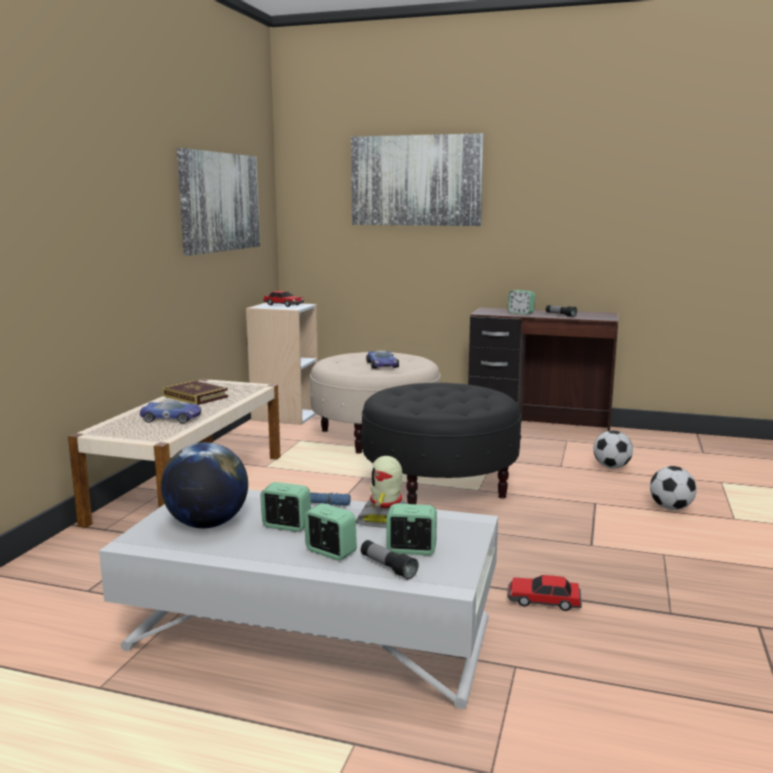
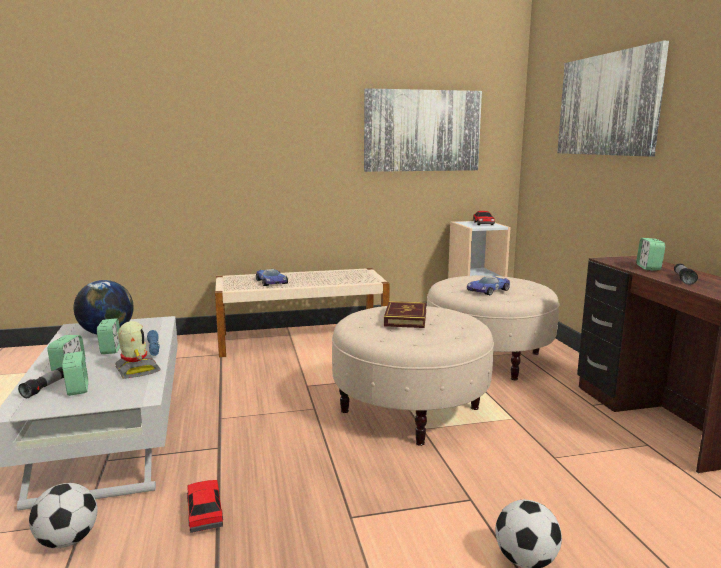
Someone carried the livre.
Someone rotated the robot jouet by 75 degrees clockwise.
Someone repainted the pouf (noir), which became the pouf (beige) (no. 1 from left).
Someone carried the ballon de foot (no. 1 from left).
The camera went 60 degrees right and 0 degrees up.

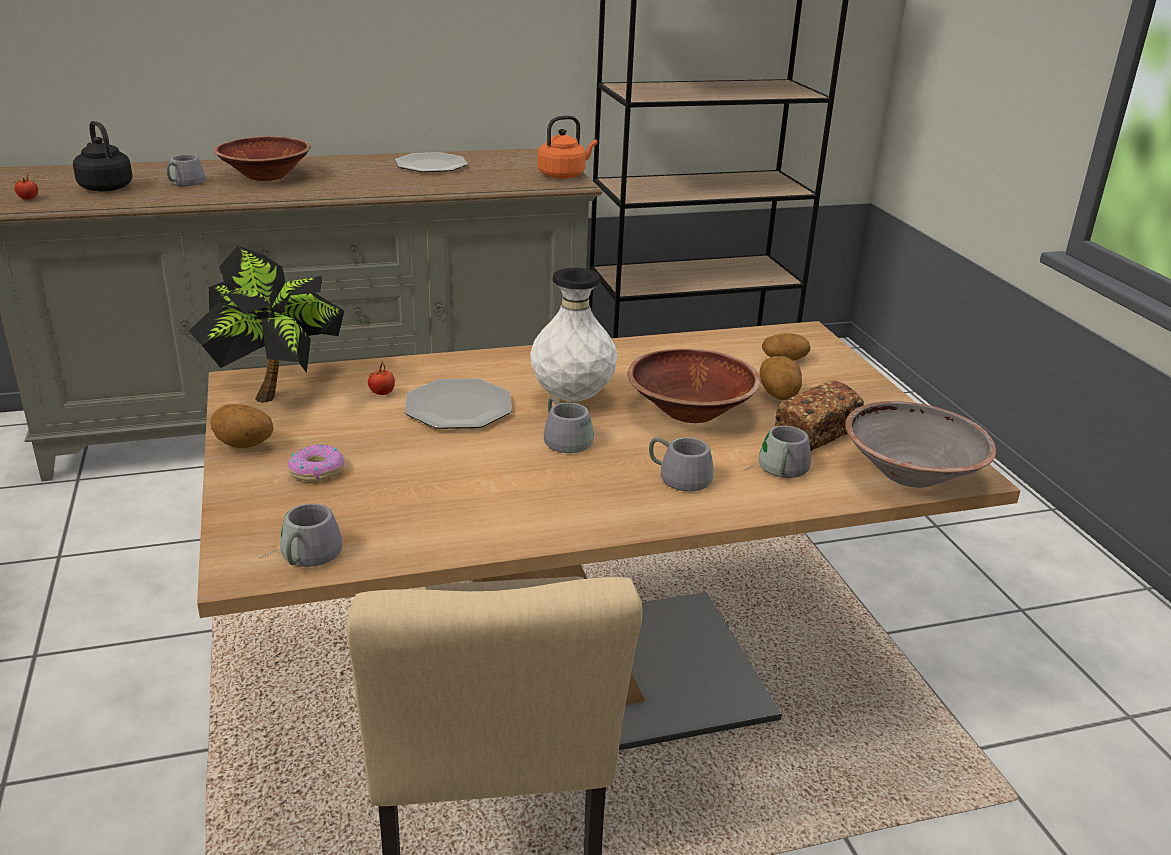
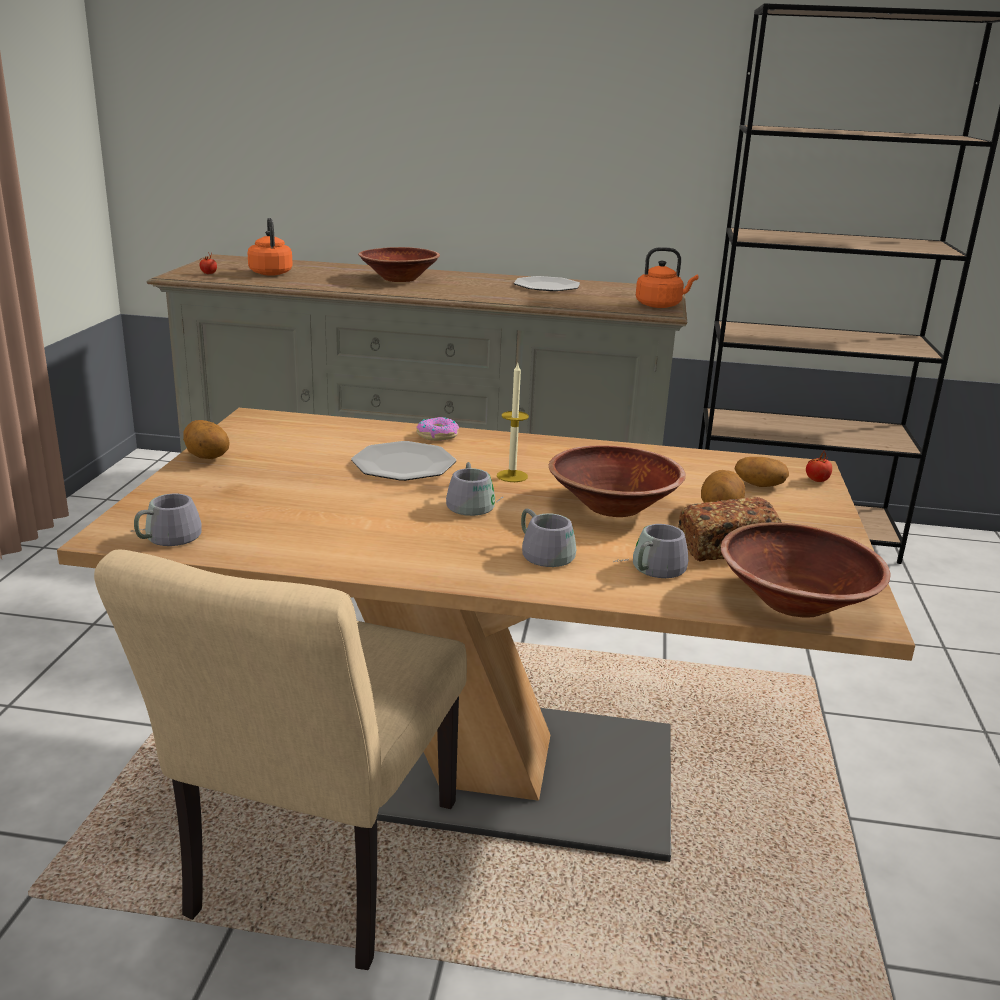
Someone repainted the bouilloire (noir), which became the bouilloire (orange) (no. 1 from left).
Someone took away the mug (gris) (no. 1 from left).
Someone took away the plante en pot.
Someone carried the beignet.
Someone carried the tomate (no. 2 from left).
Someone swapped the vase (blanc) for the bougie.
Someone repainted the bol (gris), which became the bol (marron) (no. 3 from left).
The camera went 25 degrees right and 5 degrees down.

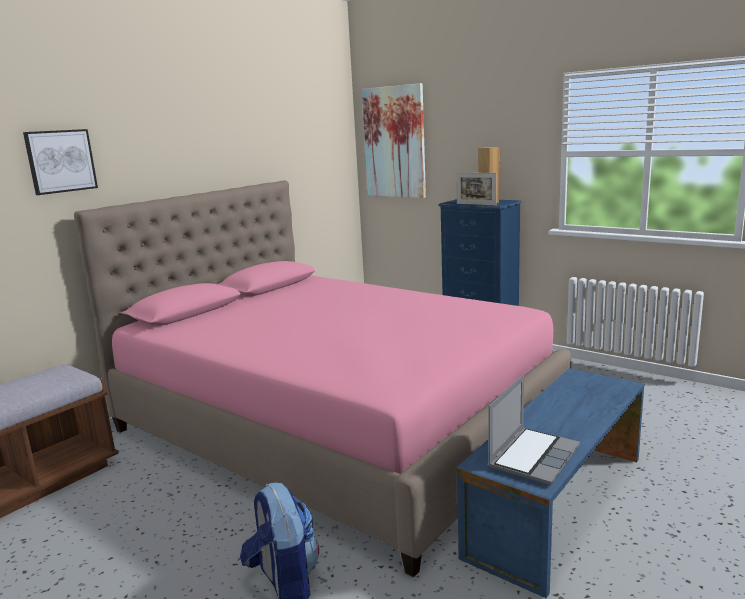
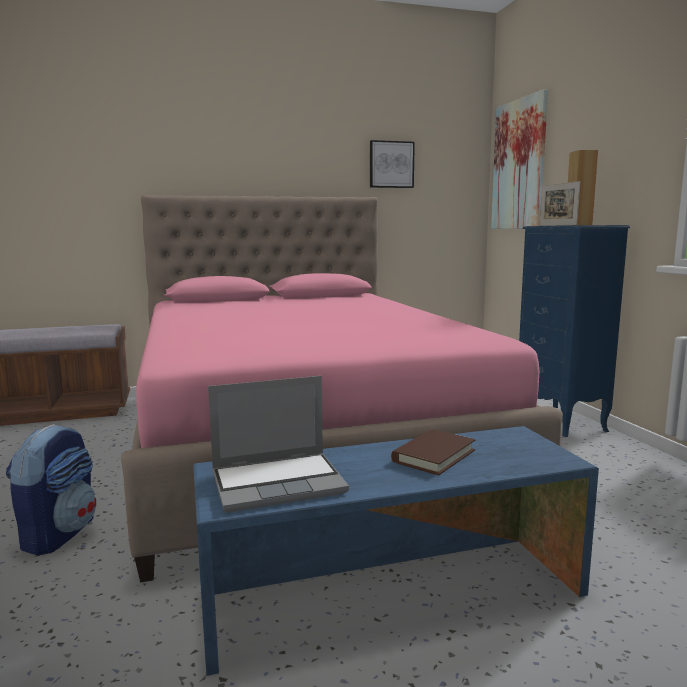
Someone carried the tableau (no. 1 from left).
Someone put down the livre (marron).
The camera went 35 degrees right and 5 degrees down.

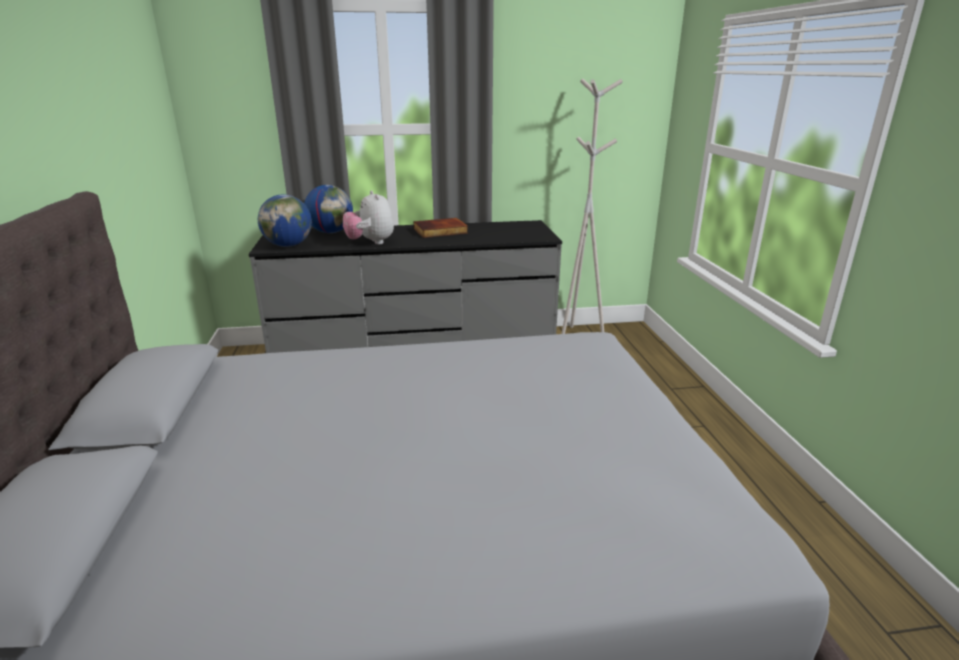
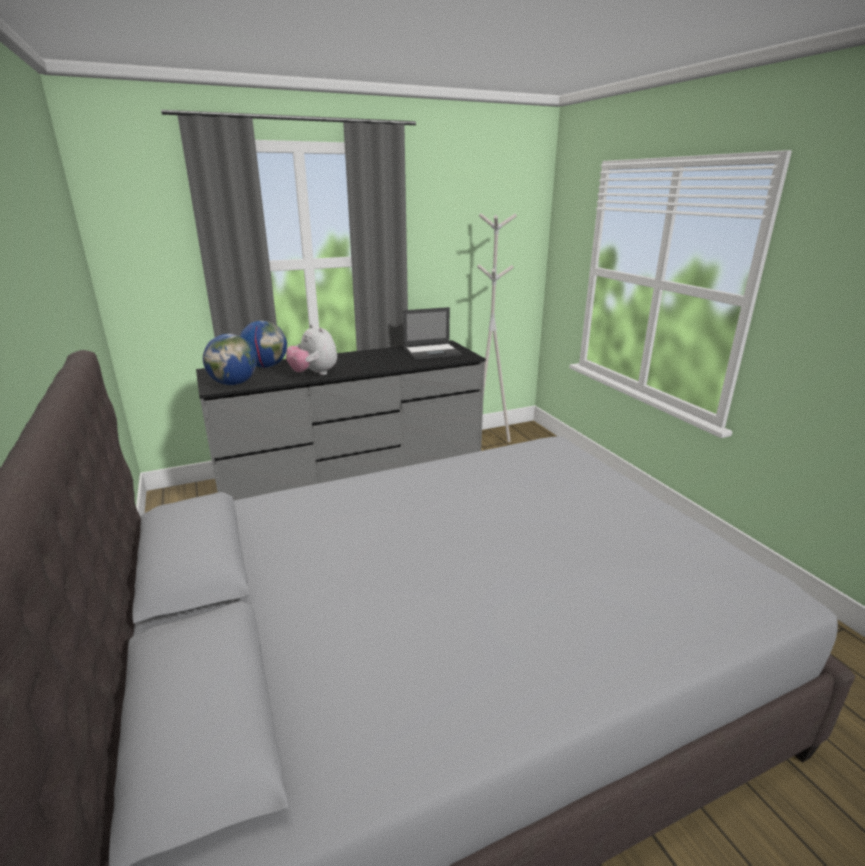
Someone took away the livre.
Someone put down the ordinateur portable.
The camera went 15 degrees left and 0 degrees up.

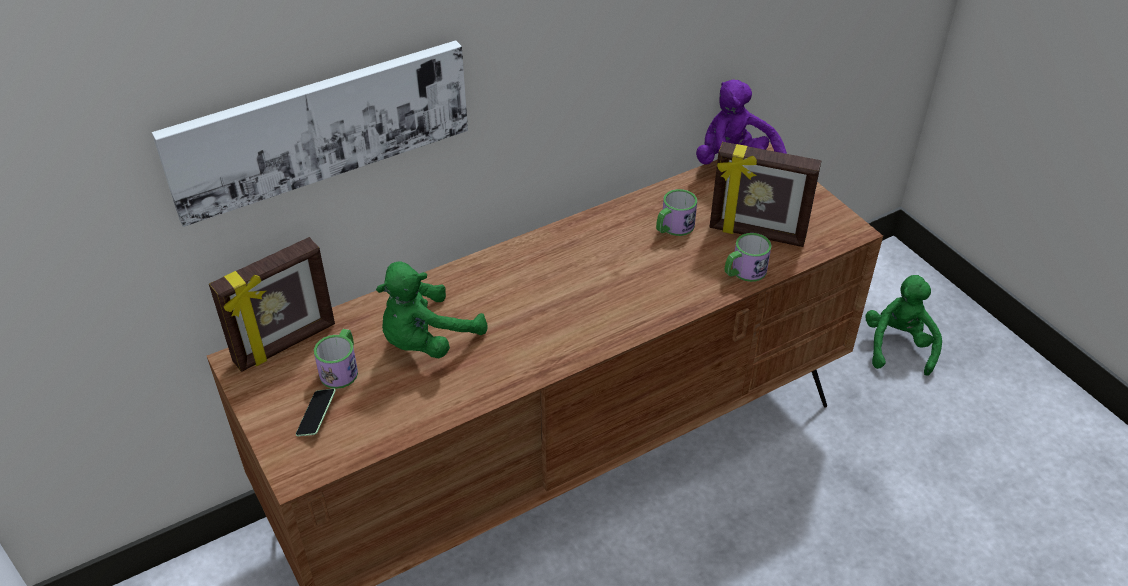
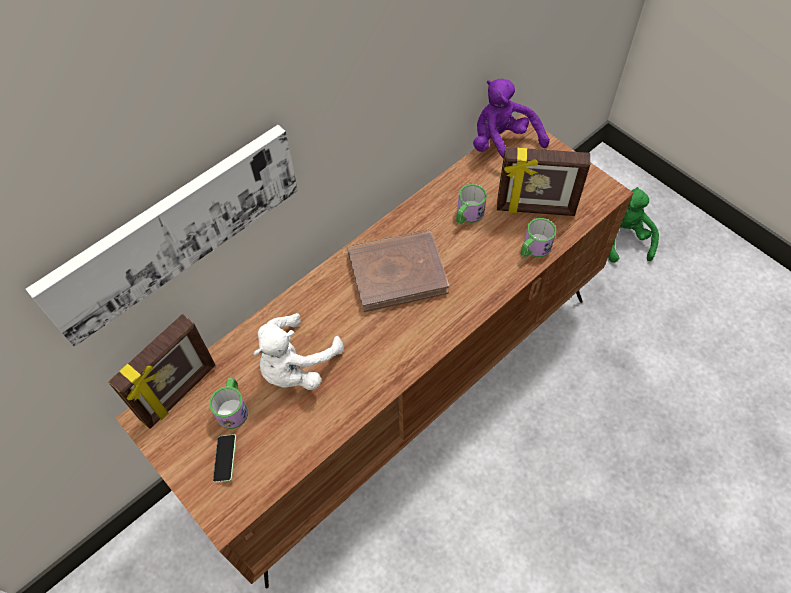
Someone repainted the peluche (vert) (no. 1 from left), which became the peluche (blanc).
Someone put down the livre (marron).
The camera went 10 degrees left and 15 degrees up.

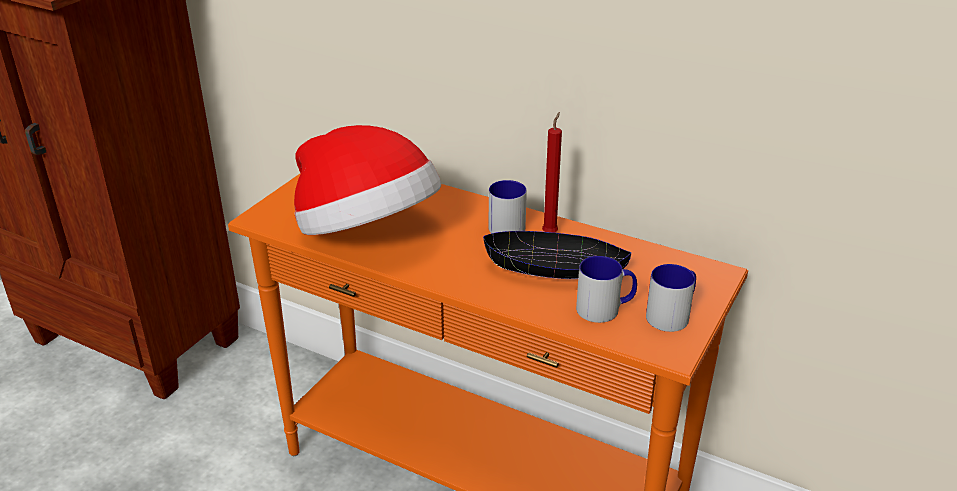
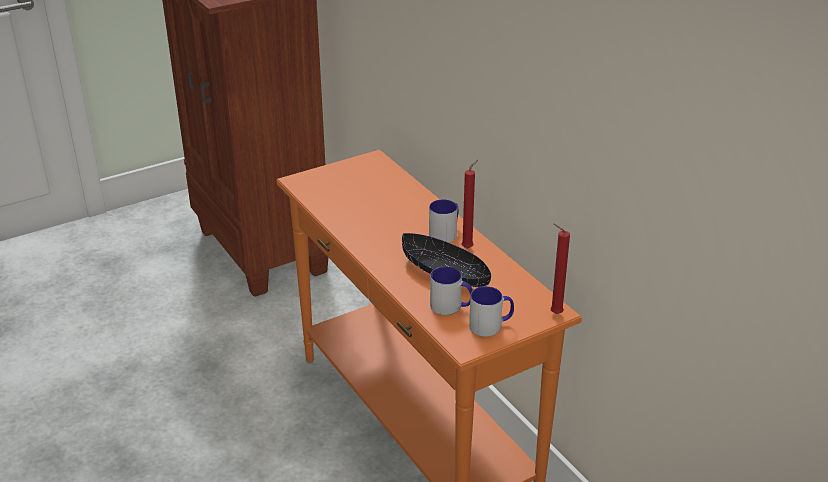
Someone took away the chapeau.
Someone put down the bougie (rouge) (no. 2 from left).
The camera went 30 degrees right and 0 degrees up.

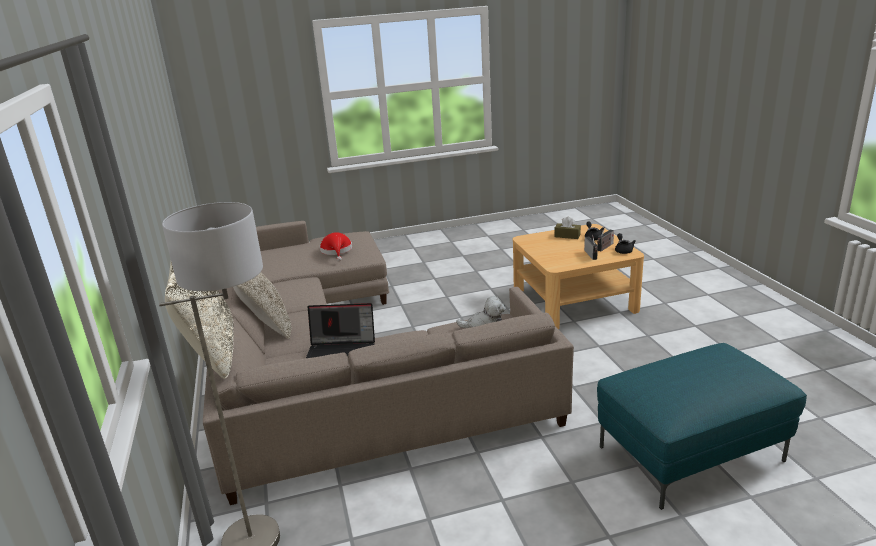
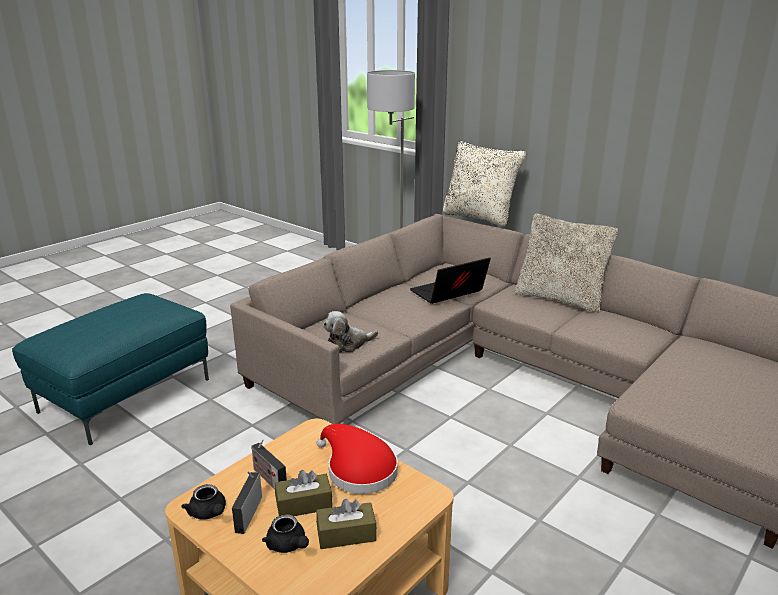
Someone carried the chapeau (rouge).
Someone put down the boîte à mouchoirs (marron) (no. 1 from left).
The camera went 145 degrees right and 0 degrees up.

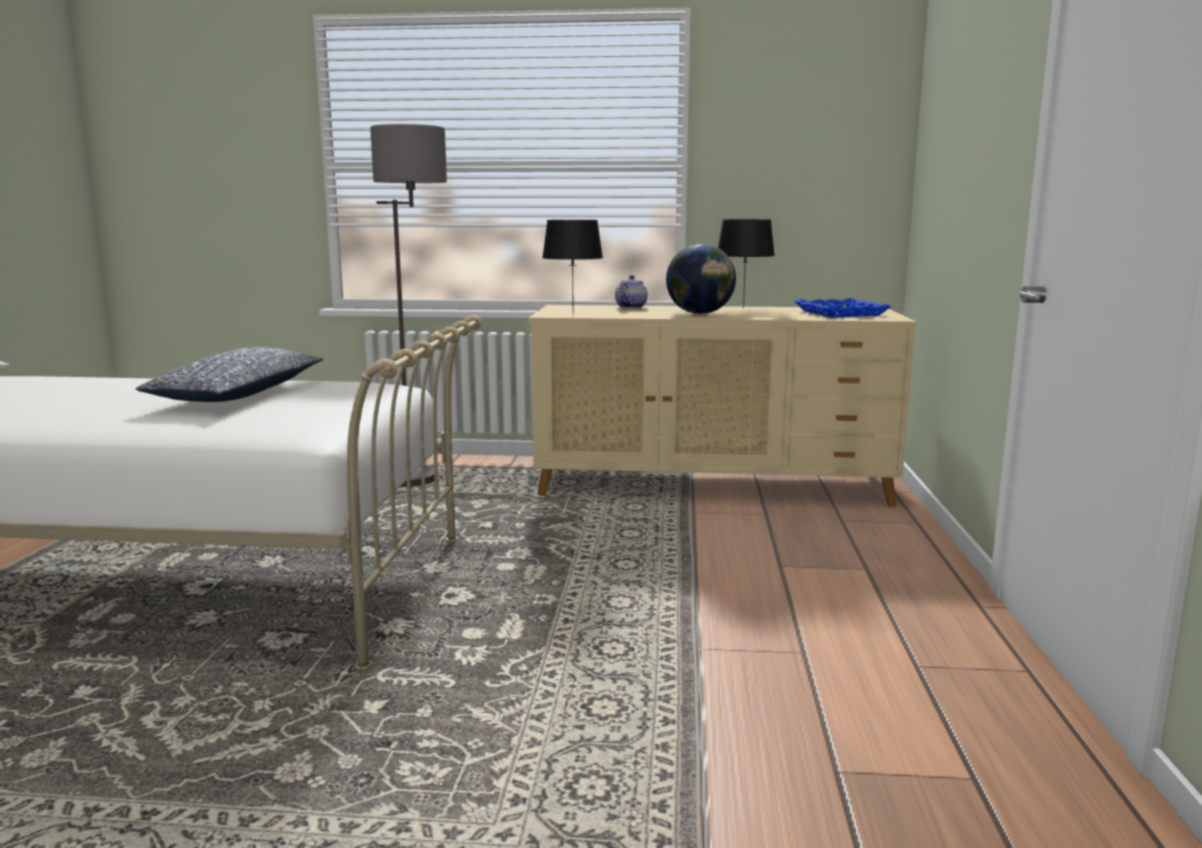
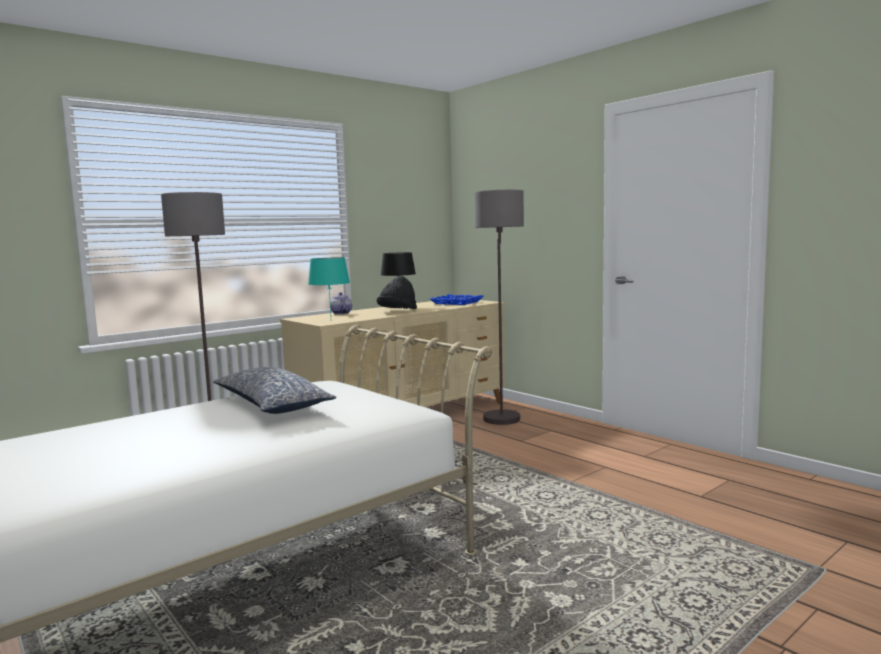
Someone repainted the lampe de table (noir) (no. 1 from left), which became the lampe de table (turquoise).
Someone swapped the globe for the chapeau (noir).
Someone put down the lampadaire (gris) (no. 2 from left).
The camera went 45 degrees left and 5 degrees down.

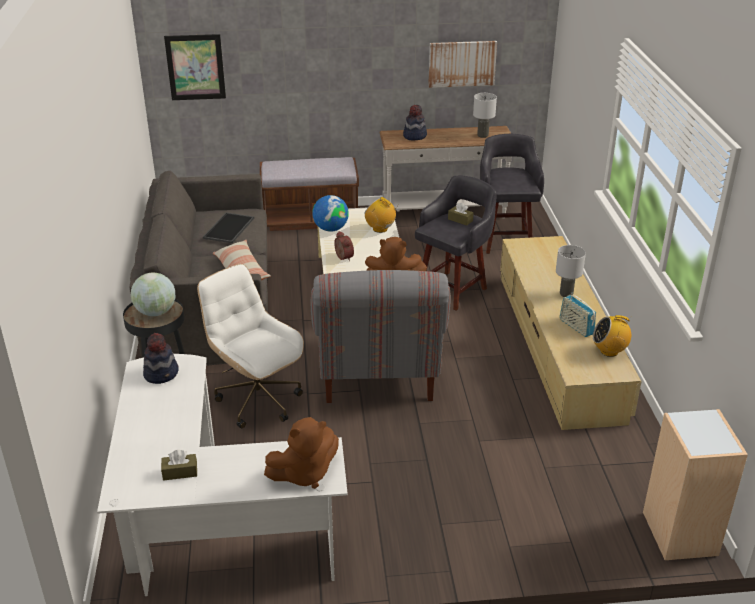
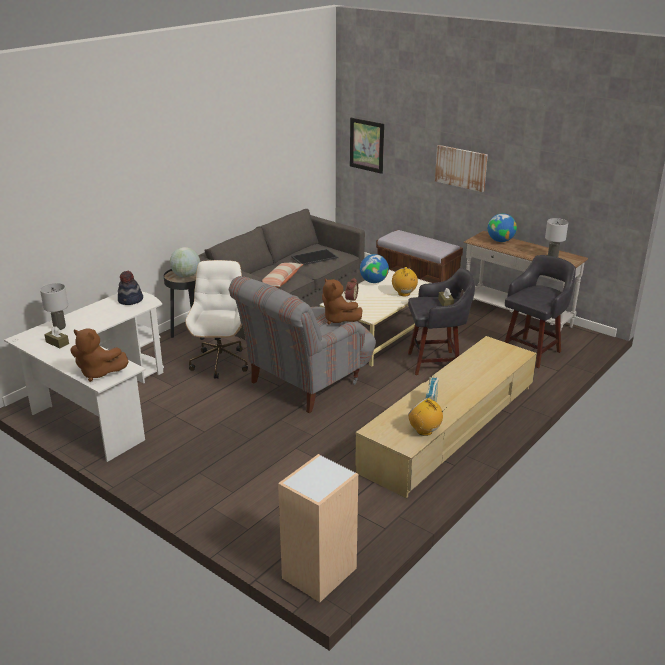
Someone swapped the chapeau (no. 2 from left) for the globe (no. 3 from left).
Someone carried the tableau (no. 2 from left).
Someone carried the lampe de table (blanc) (no. 2 from left in the first image).
The camera went 45 degrees right and 5 degrees down.

